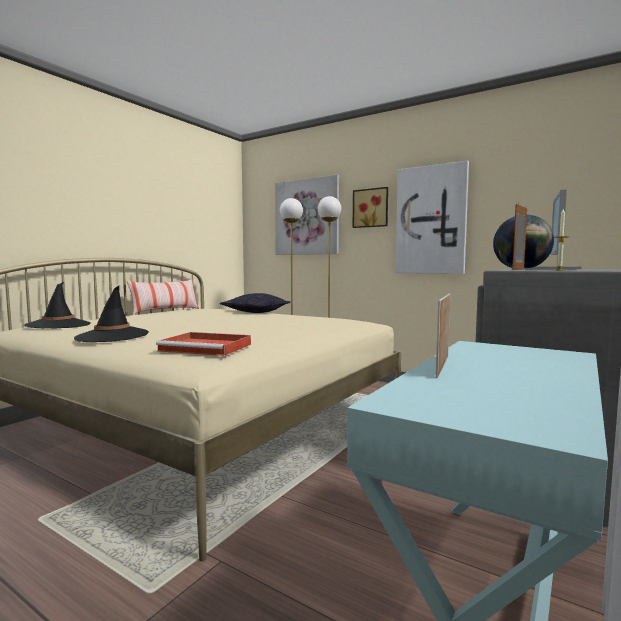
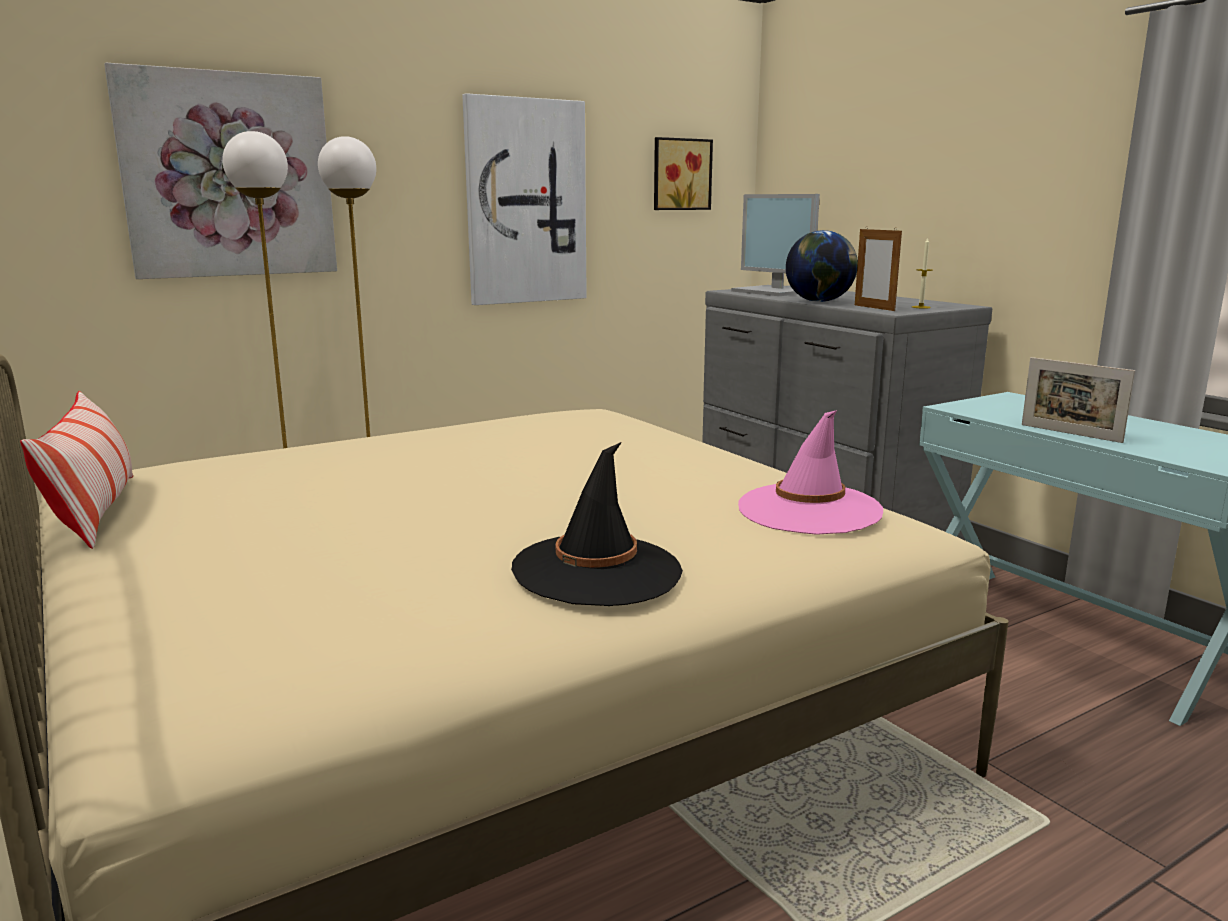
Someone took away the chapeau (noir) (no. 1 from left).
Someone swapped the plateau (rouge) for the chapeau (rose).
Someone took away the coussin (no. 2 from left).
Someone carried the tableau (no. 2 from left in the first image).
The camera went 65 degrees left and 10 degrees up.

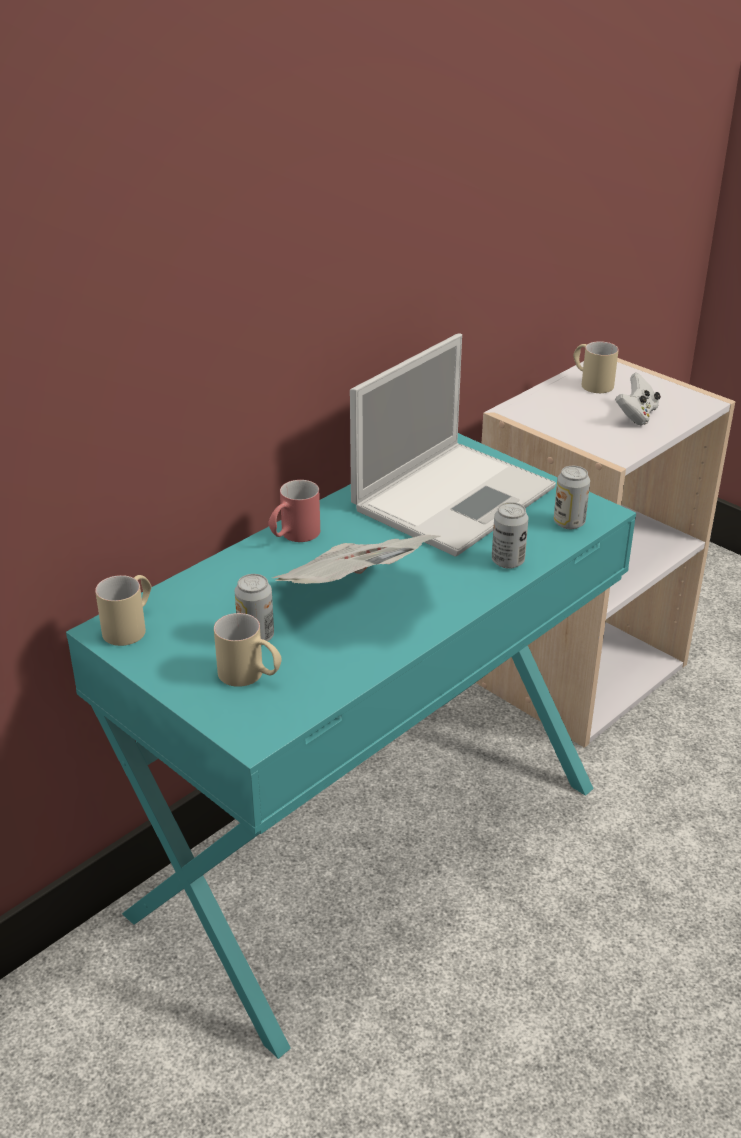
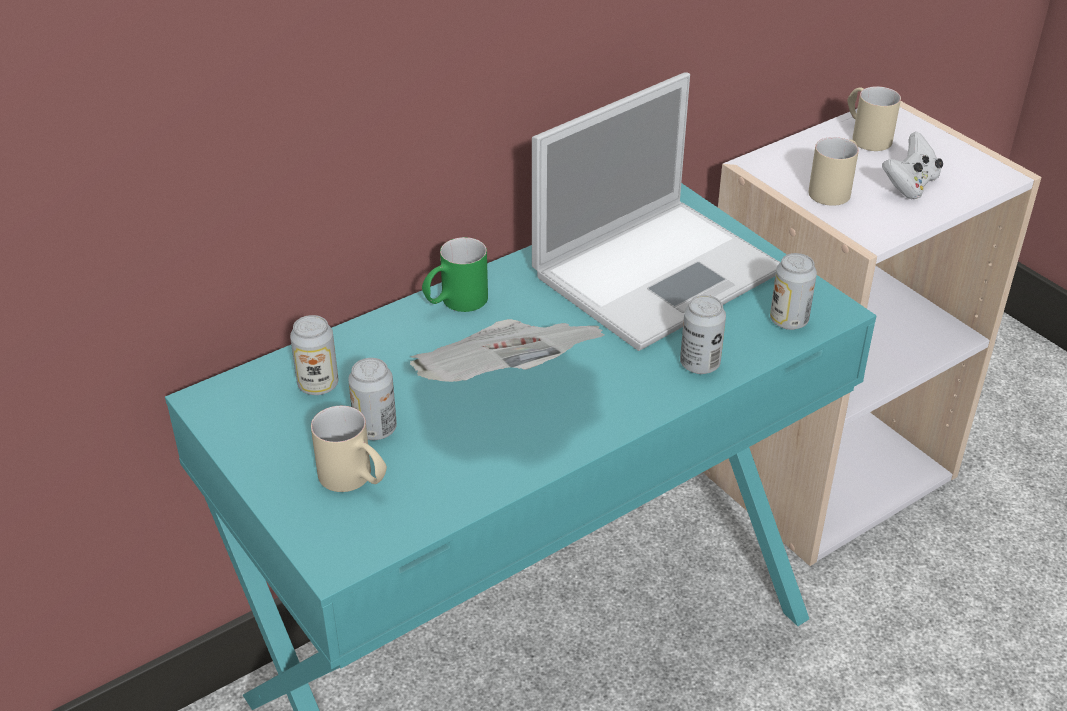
Someone carried the mug (beige) (no. 1 from left in the first image).
Someone repainted the mug (rouge), which became the mug (vert).
Someone put down the boîte métallique (no. 1 from left).
The camera went 10 degrees right and 5 degrees up.

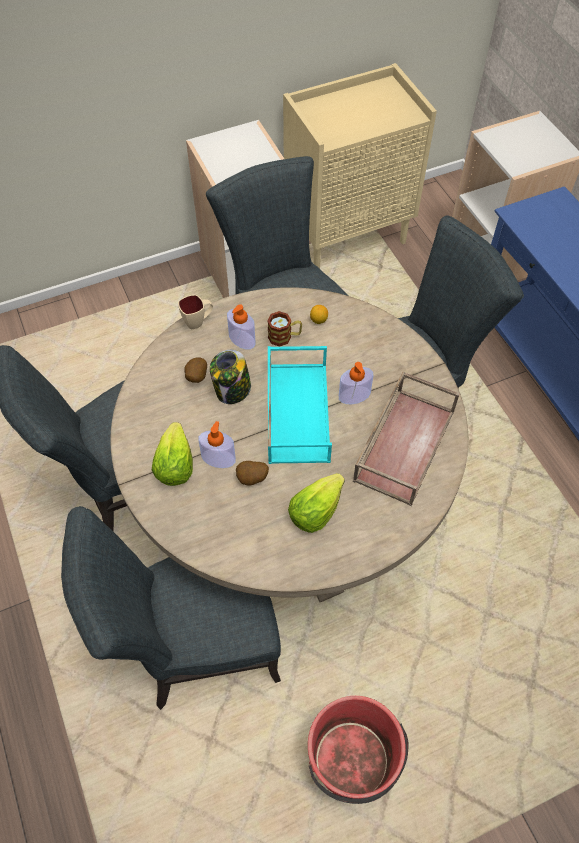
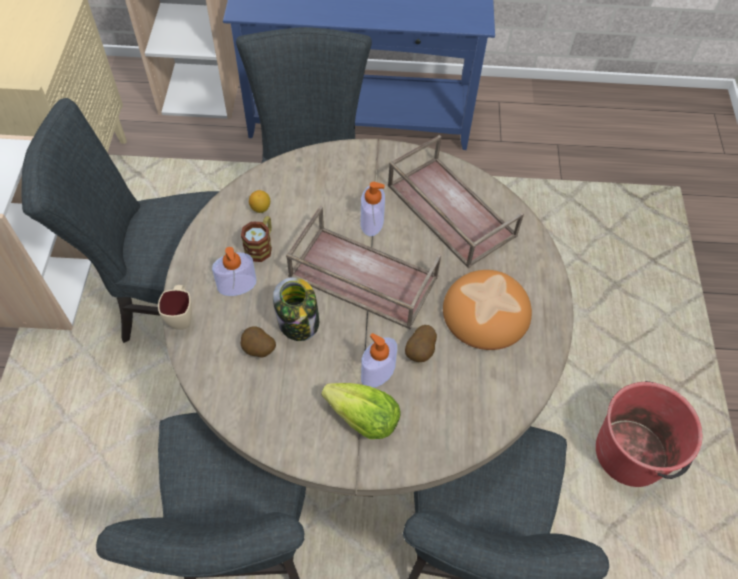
Someone repainted the plateau (turquoise), which became the plateau (marron) (no. 1 from left).
Someone swapped the laitue (no. 2 from left) for the pain.
The camera went 65 degrees left and 0 degrees up.

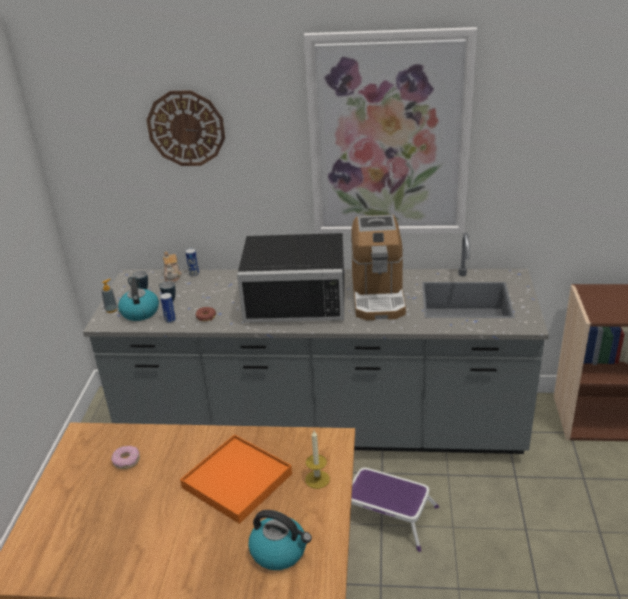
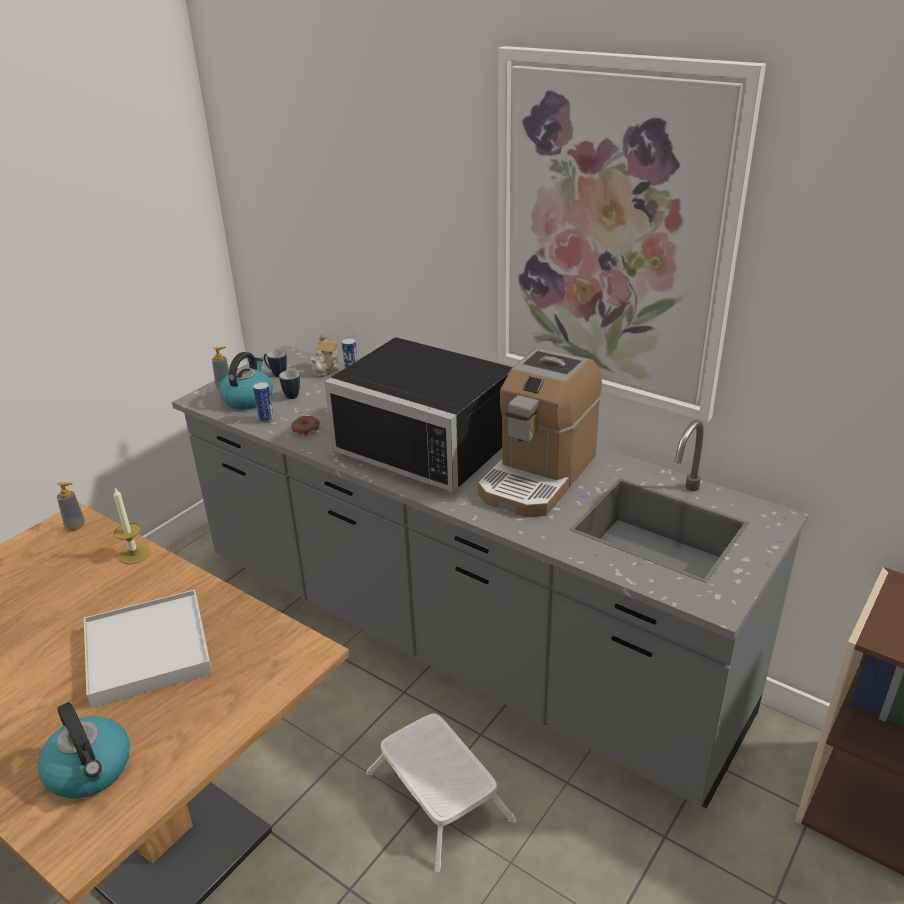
Someone took away the beignet (no. 1 from left).
Someone took away the horloge murale.
Someone repainted the plateau (orange), which became the plateau (blanc).
Someone carried the bougie.
Someone repainted the escabeau (violet), which became the escabeau (blanc).
Someone put down the distributeur de savon (no. 1 from left).
The camera went 30 degrees right and 0 degrees up.

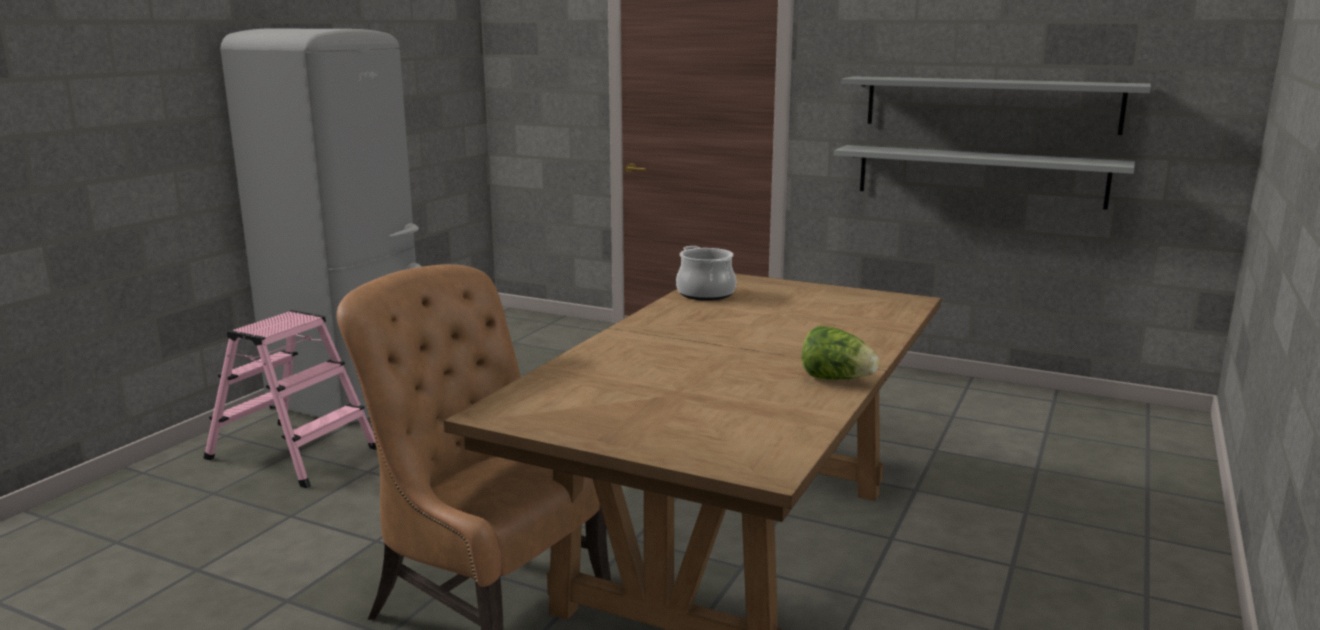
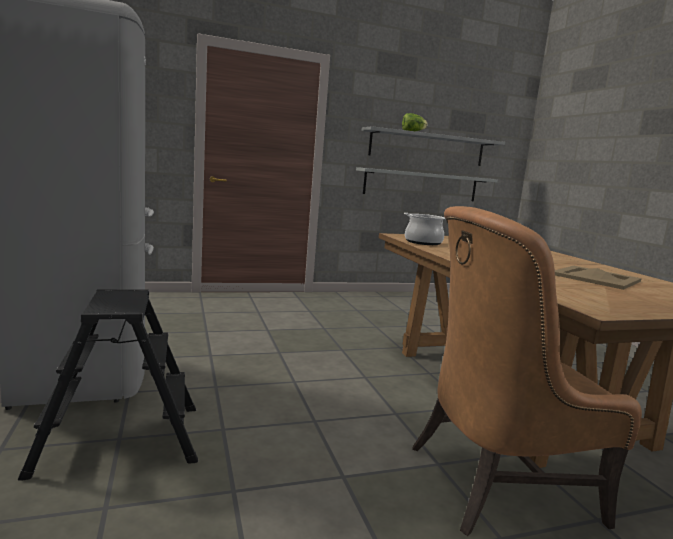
Someone repainted the escabeau (rose), which became the escabeau (noir).
Someone carried the laitue.
Someone put down the plateau (beige).
The camera went 45 degrees left and 5 degrees down.

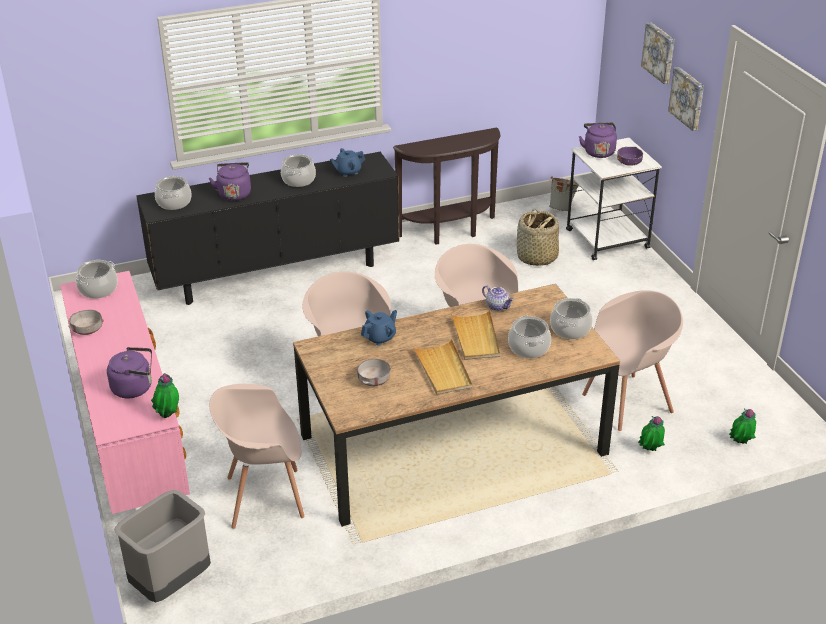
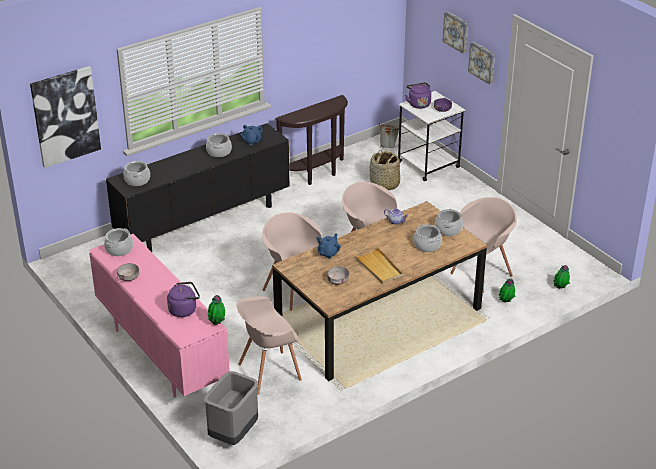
Someone took away the bouilloire (violet) (no. 2 from left).
Someone took away the plateau (beige) (no. 2 from left).
Someone put up the tableau (no. 1 from left).
The camera went 15 degrees left and 0 degrees up.

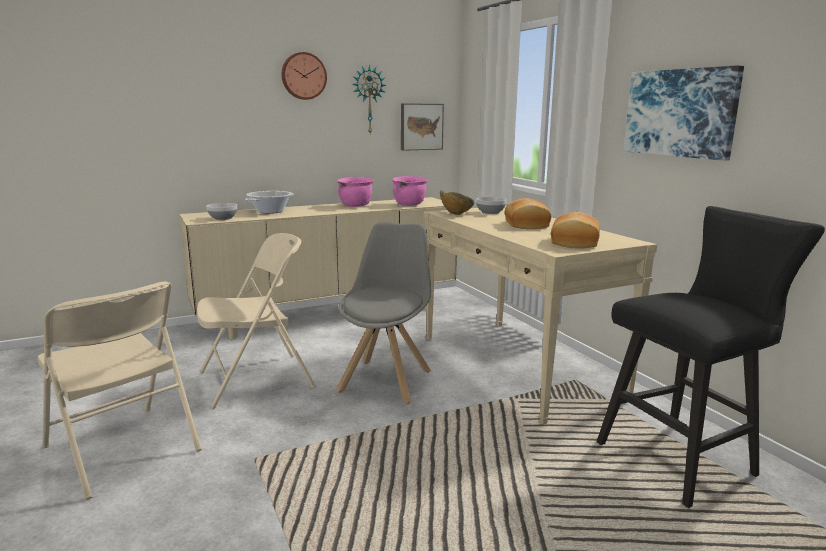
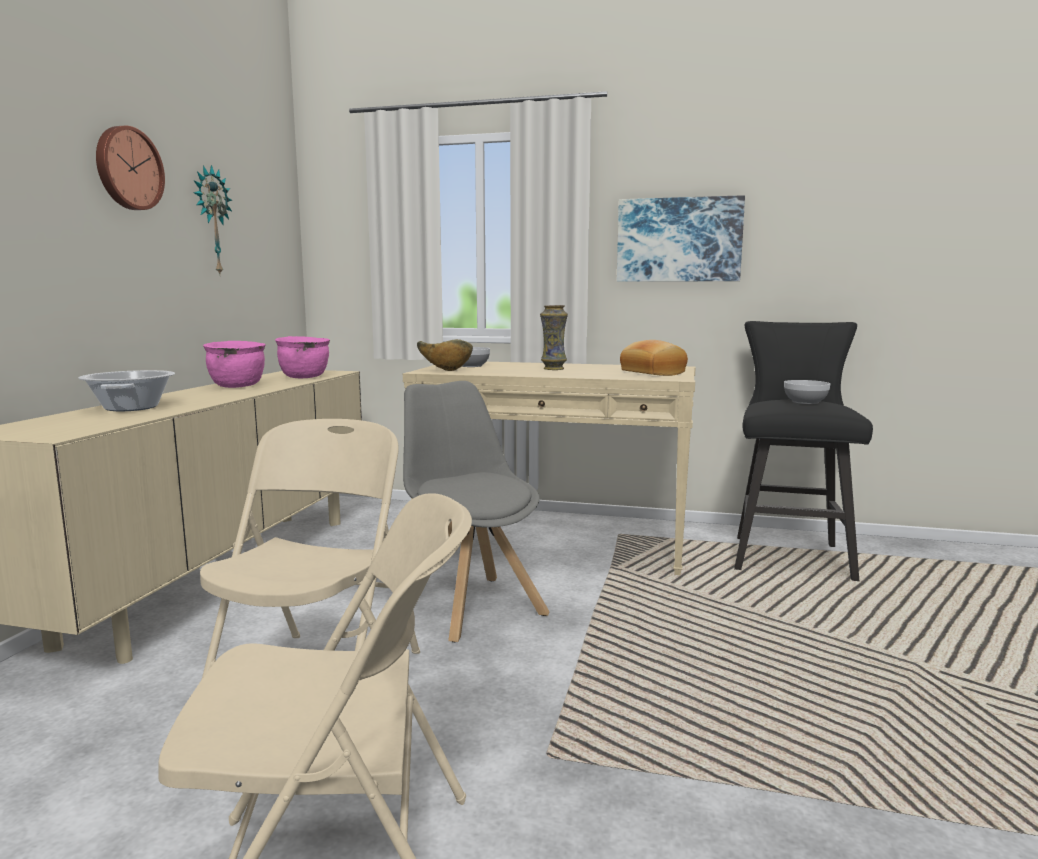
Someone carried the bol (no. 1 from left in the first image).
Someone took away the tableau (no. 1 from left).
Someone swapped the pain (no. 1 from left) for the vase.
The camera went 50 degrees left and 5 degrees down.

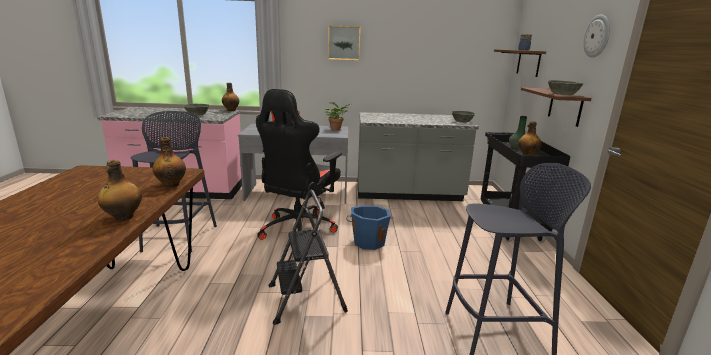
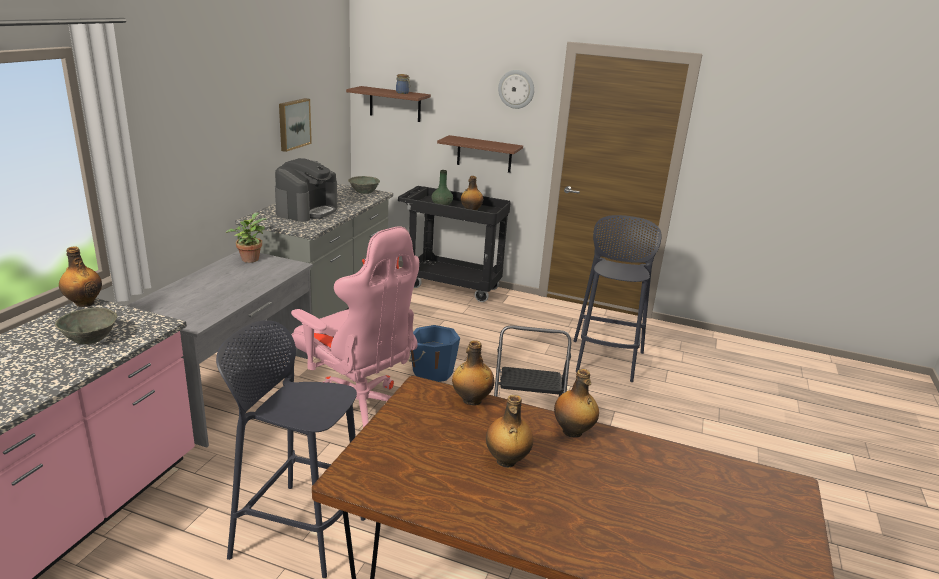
Someone repainted the chaise de bureau (noir), which became the chaise de bureau (rose).
Someone carried the tableau.
Someone took away the bol (gris) (no. 3 from left).
Someone put down the machine à café.
Someone put down the bouteille (no. 4 from left).
The camera went 70 degrees left and 5 degrees up.

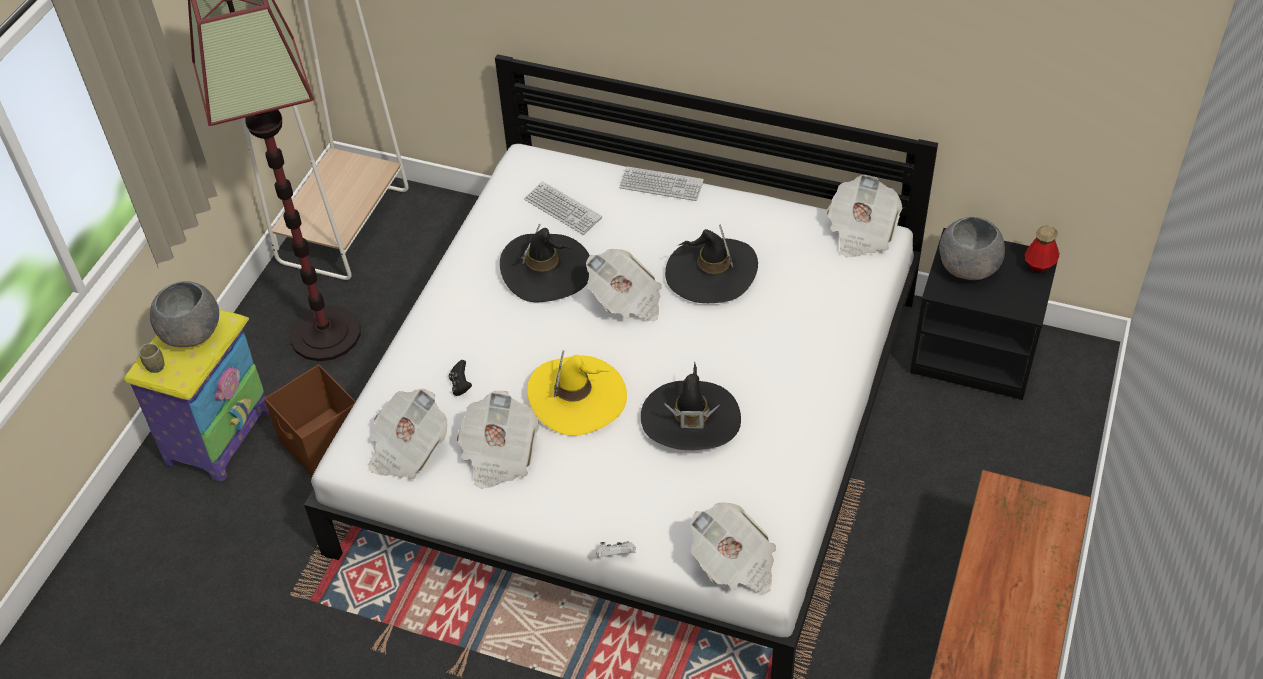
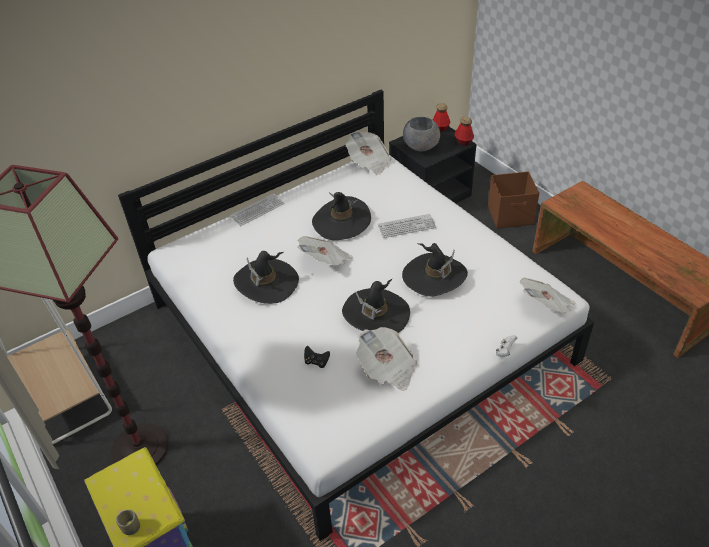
Someone took away the bol (gris) (no. 1 from left).
Someone carried the boîte de rangement (marron).
Someone took away the journal (no. 1 from left).
Someone carried the clavier (no. 1 from left in the first image).
Someone repainted the chapeau (jaune), which became the chapeau (noir) (no. 3 from left).
Someone put down the bouteille (no. 2 from left).
The camera went 55 degrees left and 5 degrees down.

